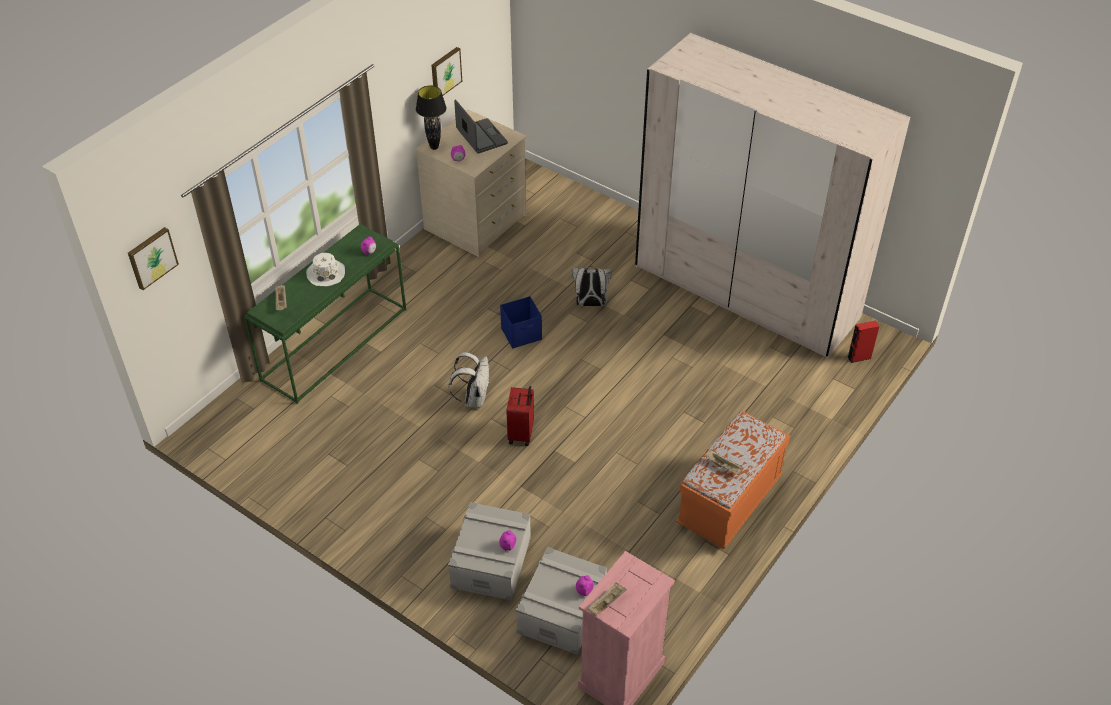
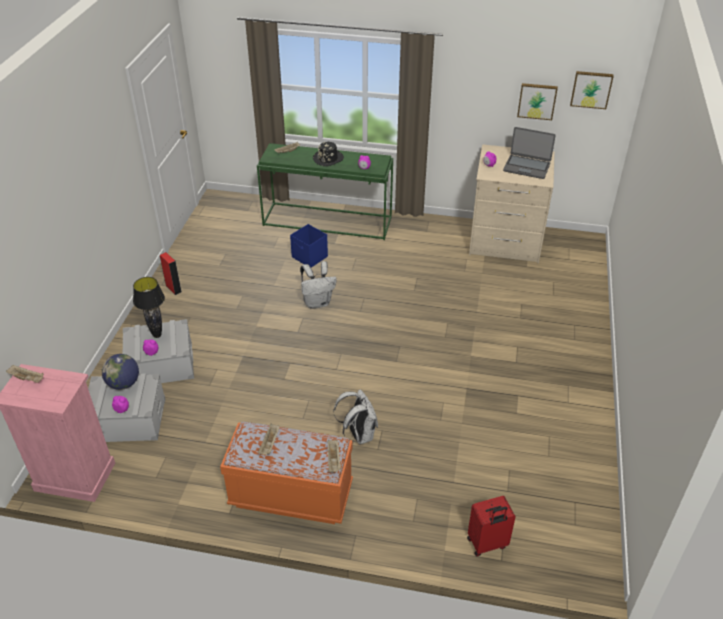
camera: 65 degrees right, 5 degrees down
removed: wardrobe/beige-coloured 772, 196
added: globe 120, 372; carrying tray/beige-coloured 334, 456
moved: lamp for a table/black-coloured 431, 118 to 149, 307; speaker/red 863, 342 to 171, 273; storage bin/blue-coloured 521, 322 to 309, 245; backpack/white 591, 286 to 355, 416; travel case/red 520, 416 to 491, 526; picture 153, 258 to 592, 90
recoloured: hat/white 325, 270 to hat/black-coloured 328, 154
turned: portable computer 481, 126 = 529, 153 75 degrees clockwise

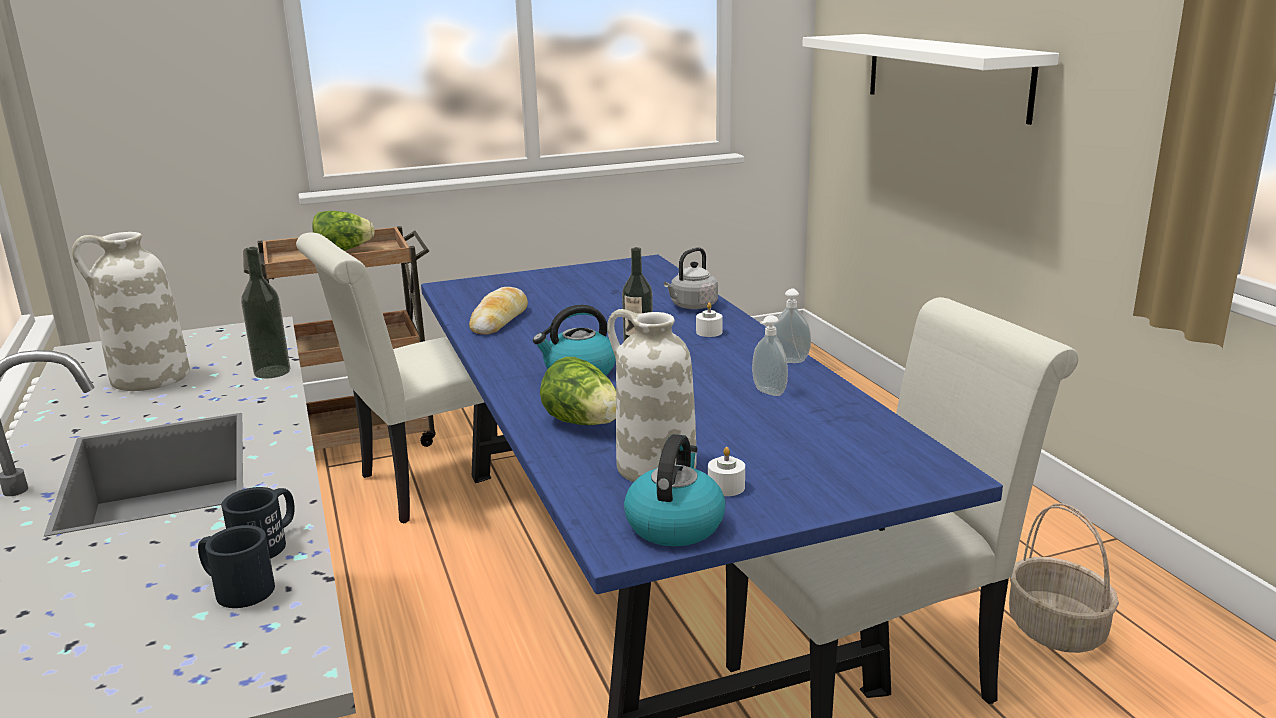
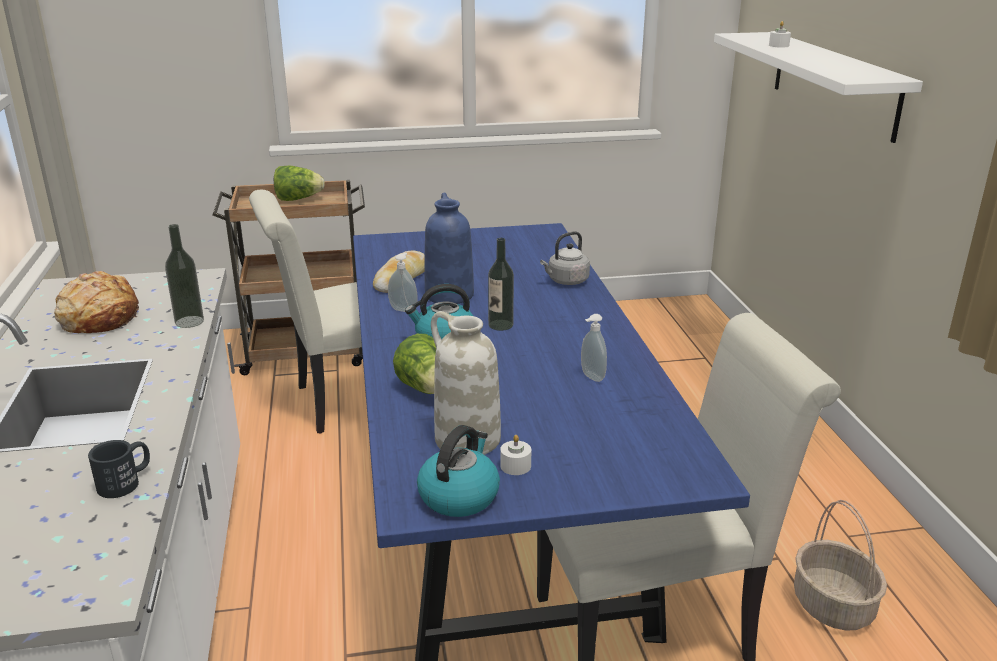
camera: 10 degrees right, 5 degrees up
removed: tea mug/black-coloured 236, 566
added: decorative vase/blue-coloured 449, 248
moved: soap dispenser 792, 325 to 403, 282; candle/white 709, 319 to 780, 34
replaced: decorative vase/white 131, 311 to baked bread 96, 302

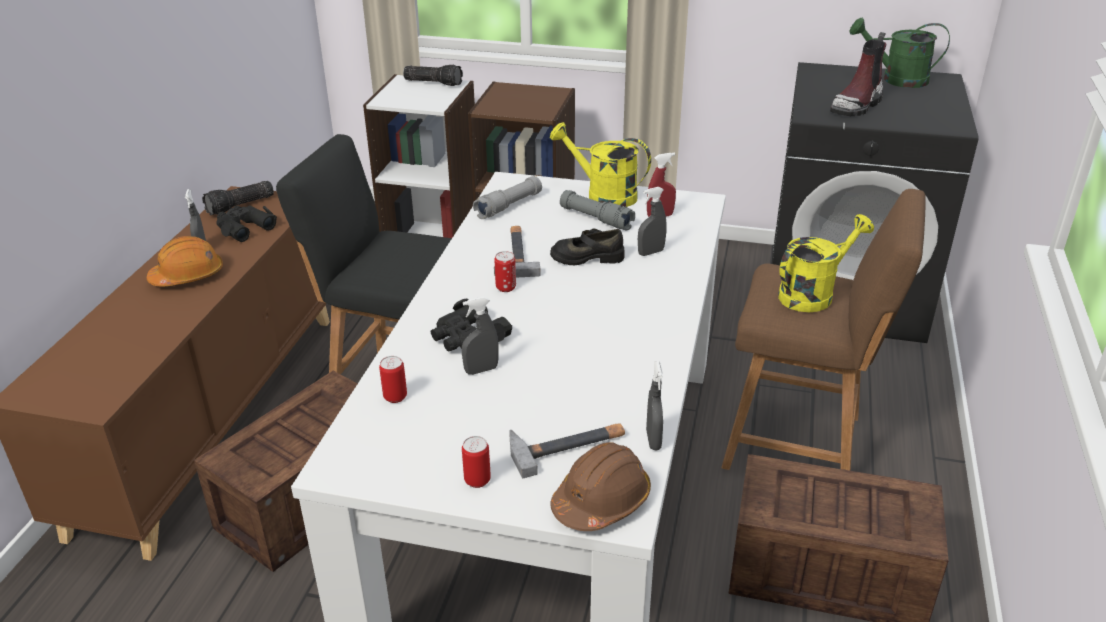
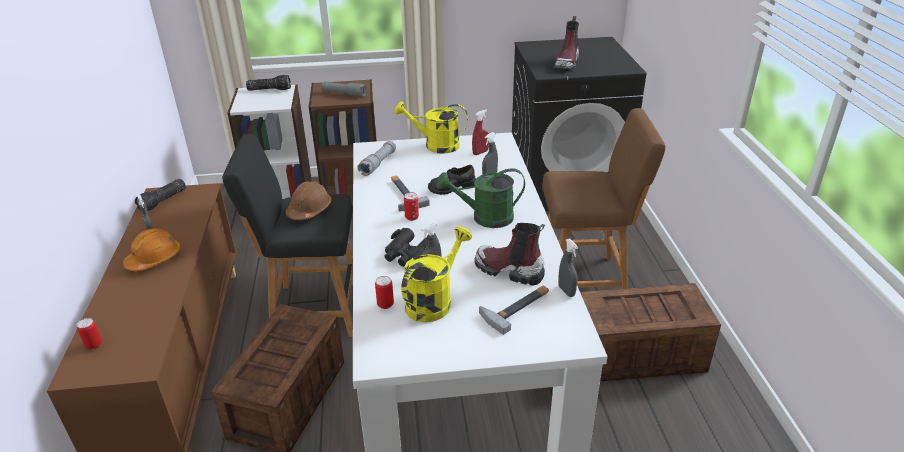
camera: 20 degrees left, 0 degrees up
removed: field glasses/black-coloured 246, 223
added: high-top boot 510, 254
moved: can 476, 462 to 89, 334; work helmet/brown-coloured 601, 486 to 308, 200; flashlight/gray 597, 210 to 344, 89; watering pot/yellow 826, 263 to 436, 274; watering pot/green-coloured 899, 53 to 480, 198

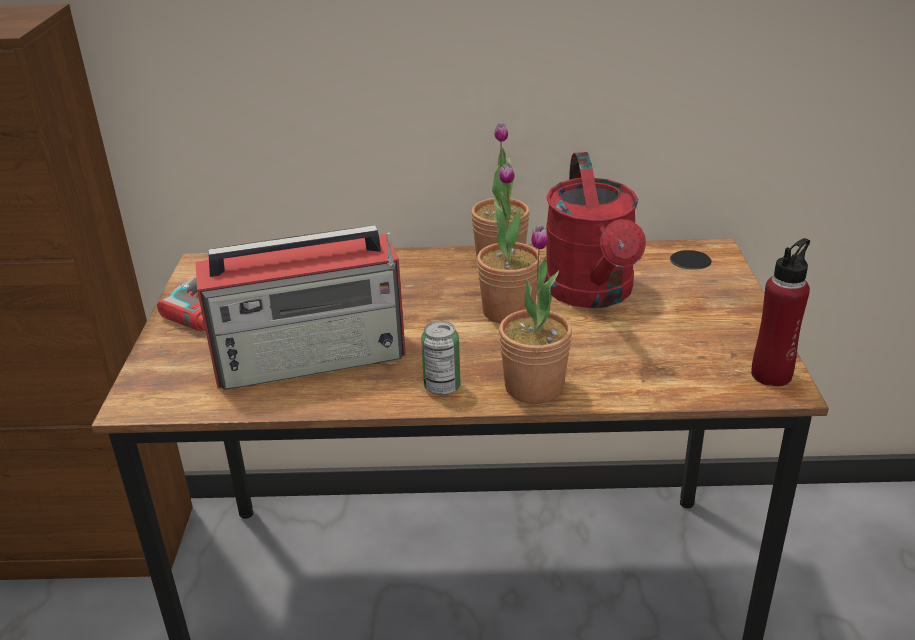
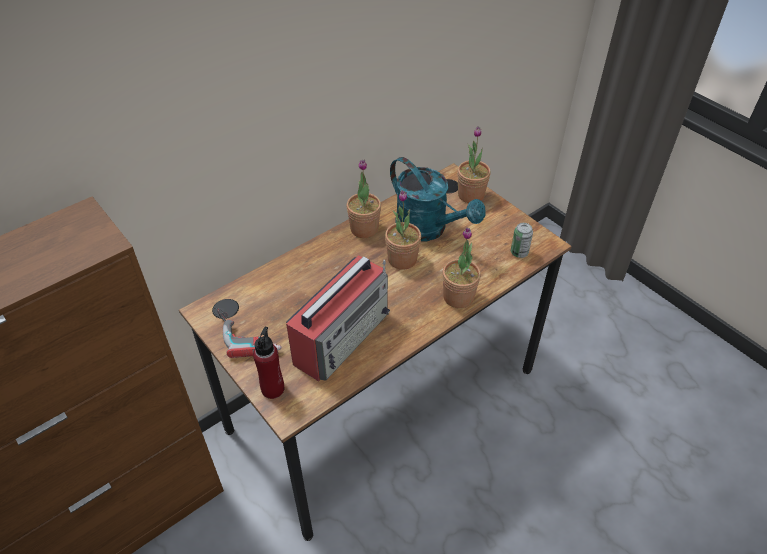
camera: 40 degrees left, 15 degrees up
added: houseplant 474, 164
moved: drink bottle/red 780, 312 to 268, 363; can 441, 358 to 522, 240
recoloured: watering pot/red 595, 230 to watering pot/blue-green 437, 199

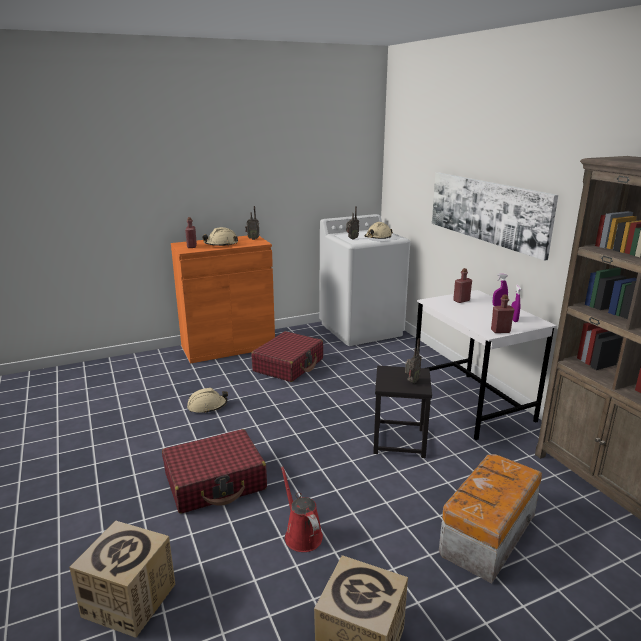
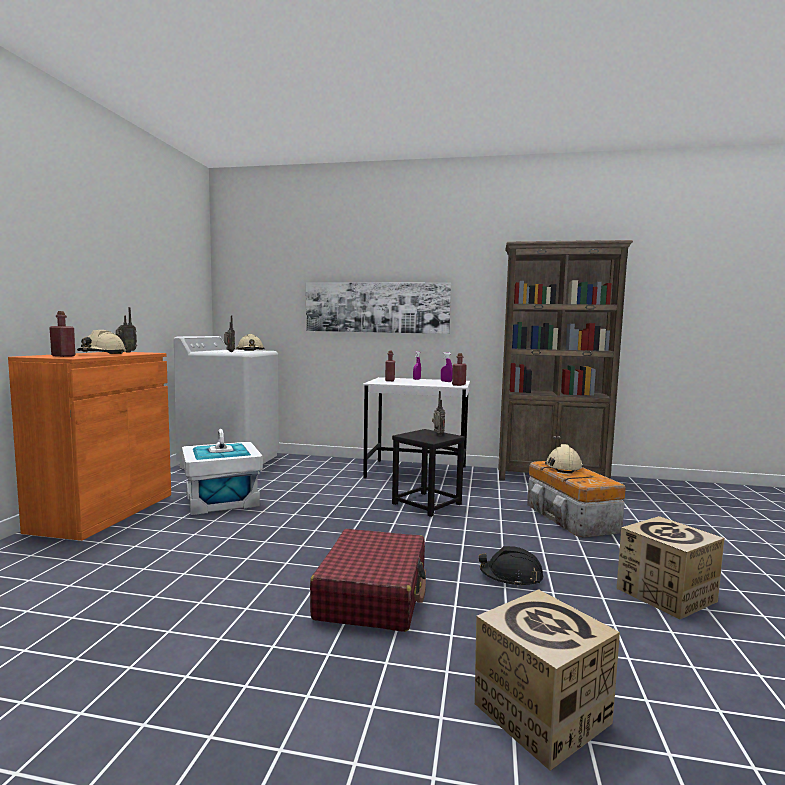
camera: 55 degrees left, 15 degrees down
moved: work helmet/beige-coloured 207, 401 to 564, 458
replaced: travel case/red 287, 356 to storage bin/white 222, 472; watering pot/red 302, 509 to work helmet/black-coloured 511, 566

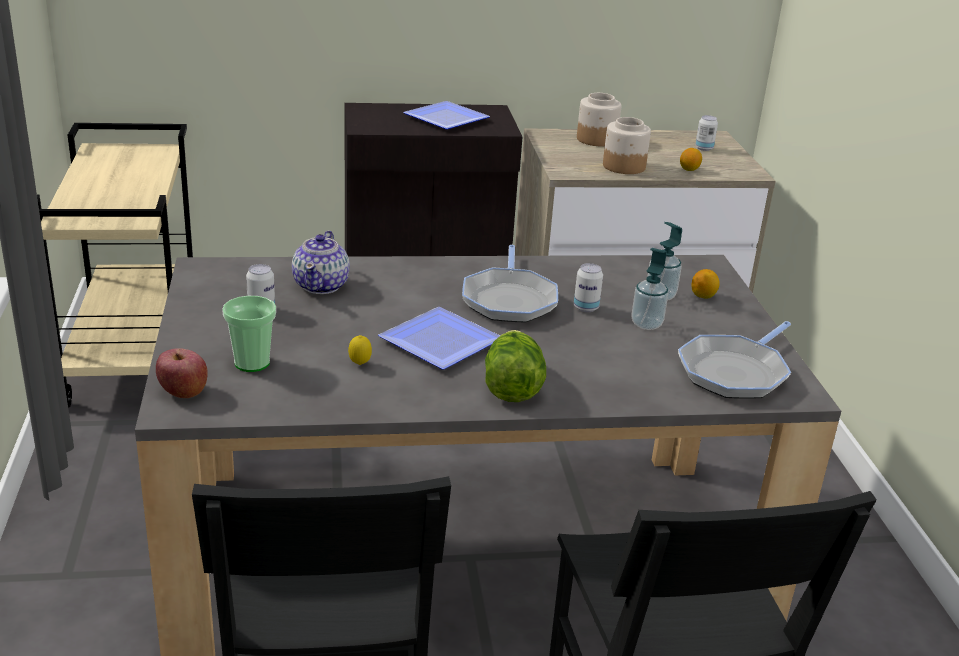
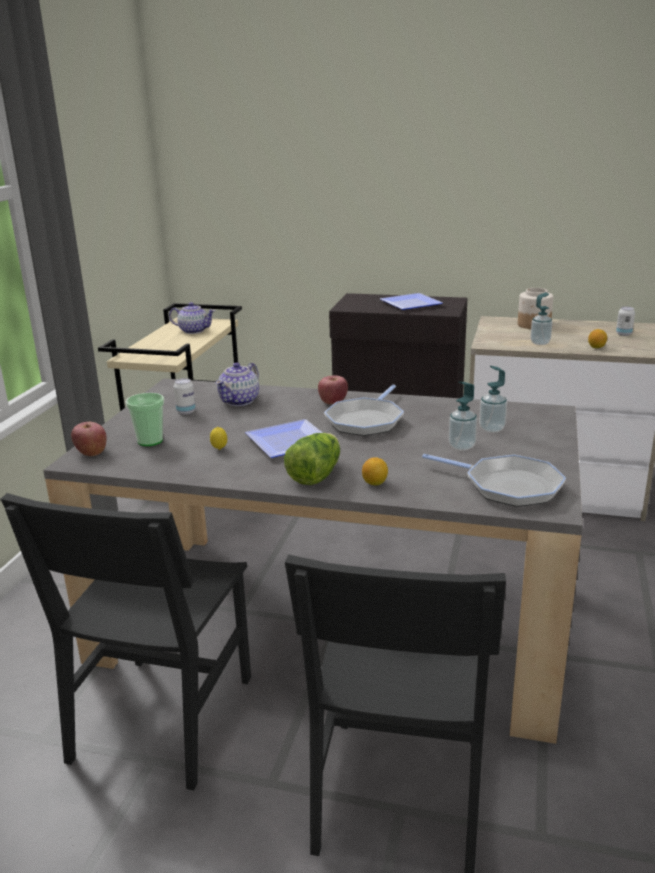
camera: 25 degrees right, 5 degrees down
removed: can 588, 287
added: tea pot 192, 318; whole apple 333, 389
moved: citrus fruit 705, 284 to 375, 471
replaced: storage jar 627, 145 to soap dispenser 541, 319
turned: pan 734, 360 = 494, 480 120 degrees counterclockwise

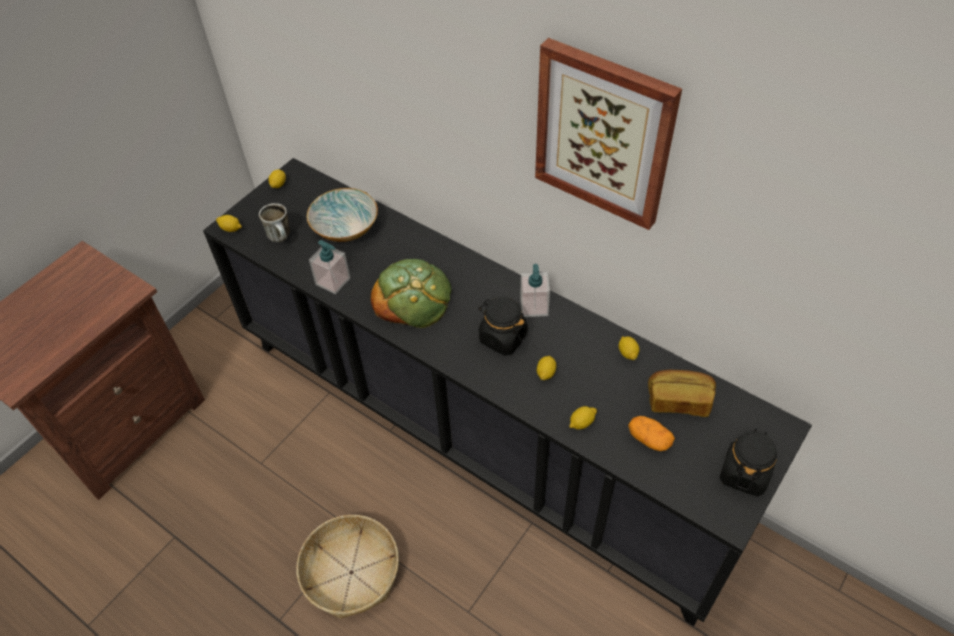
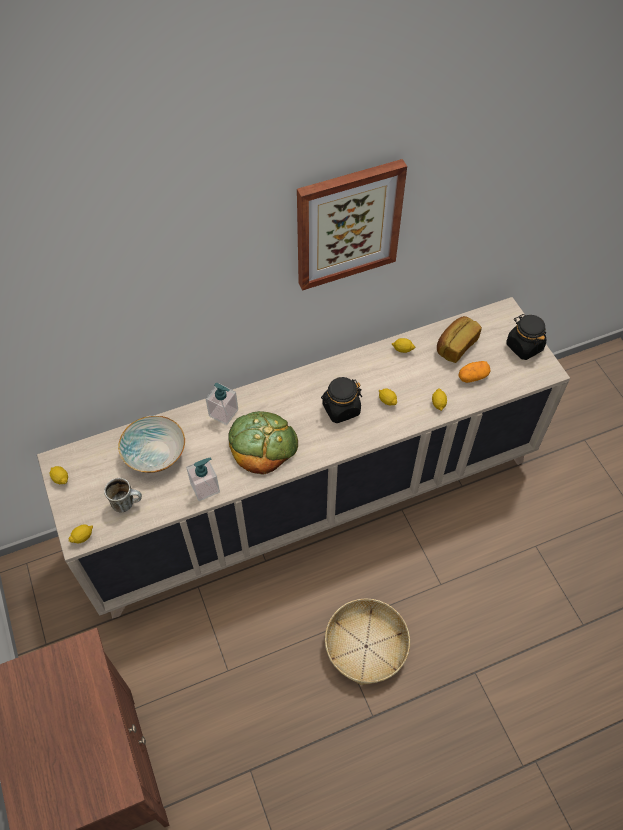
camera: 60 degrees left, 5 degrees up
moved: soap dispenser 535, 290 to 222, 404
recoloured: cupboard/black-coloured 507, 392 to cupboard/beige-coloured 303, 458

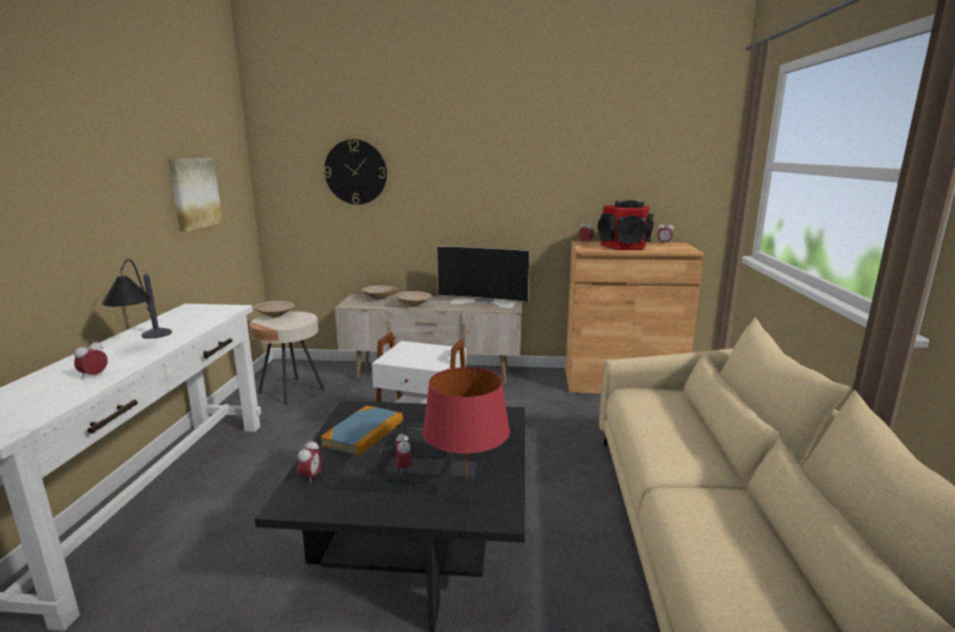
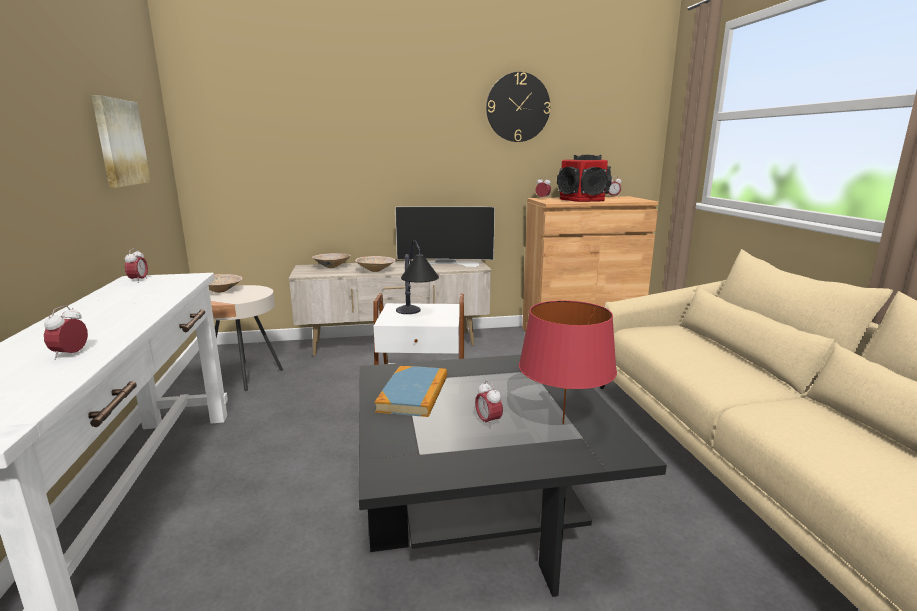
camera: 15 degrees left, 0 degrees up
moved: bedside clock 309, 461 to 136, 265; lamp for a table 137, 299 to 417, 277; hanging clock 355, 172 to 518, 107

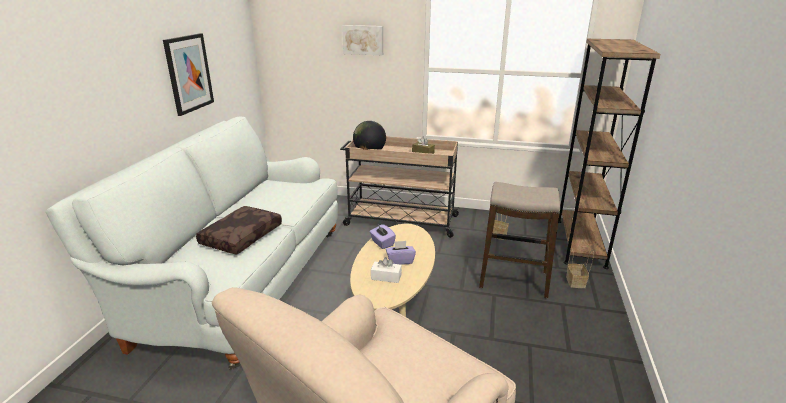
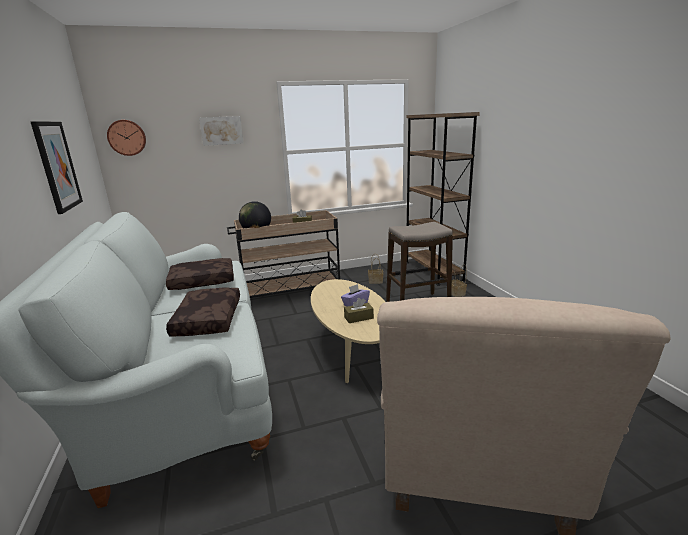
camera: 30 degrees left, 5 degrees down
removed: box of tissues/purple-coloured 383, 236
added: hanging clock 126, 138; pillow/brown-coloured 200, 274
recoloured: box of tissues/white 386, 270 to box of tissues/brown-coloured 359, 310

